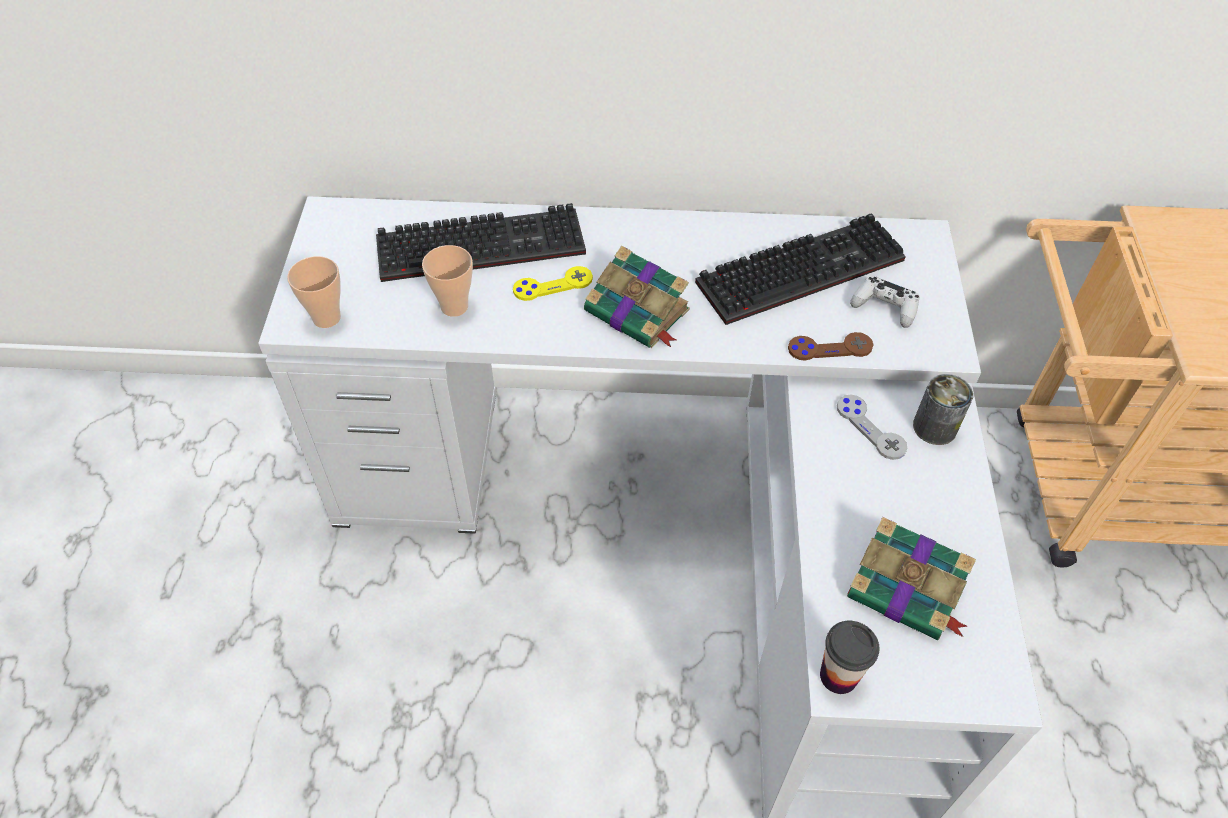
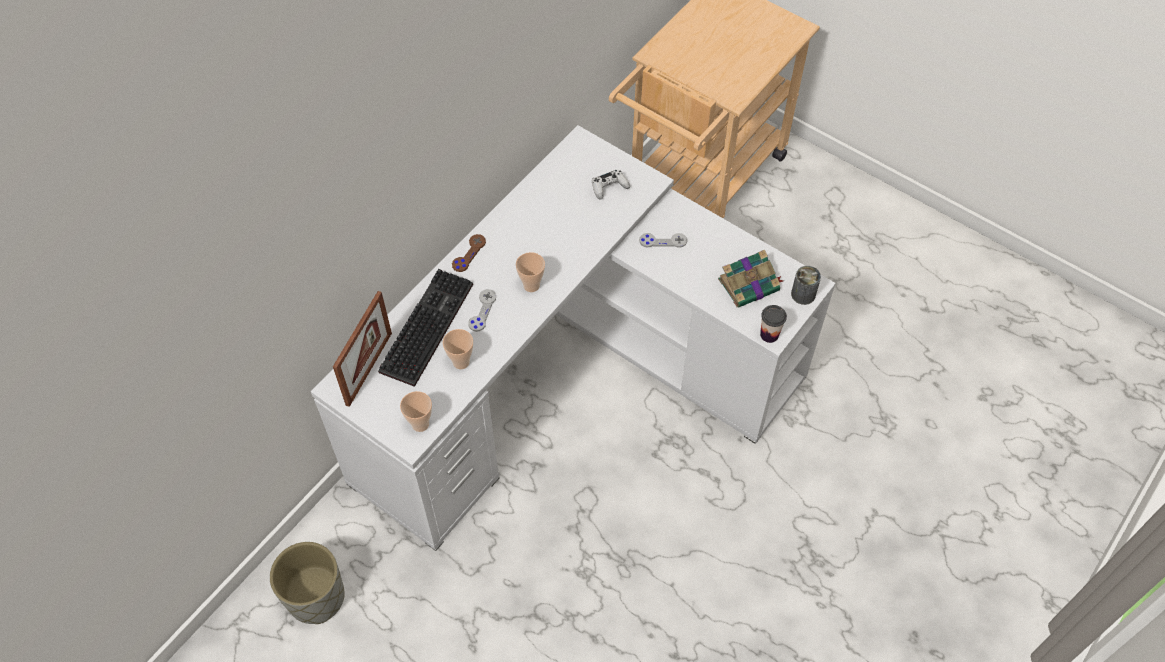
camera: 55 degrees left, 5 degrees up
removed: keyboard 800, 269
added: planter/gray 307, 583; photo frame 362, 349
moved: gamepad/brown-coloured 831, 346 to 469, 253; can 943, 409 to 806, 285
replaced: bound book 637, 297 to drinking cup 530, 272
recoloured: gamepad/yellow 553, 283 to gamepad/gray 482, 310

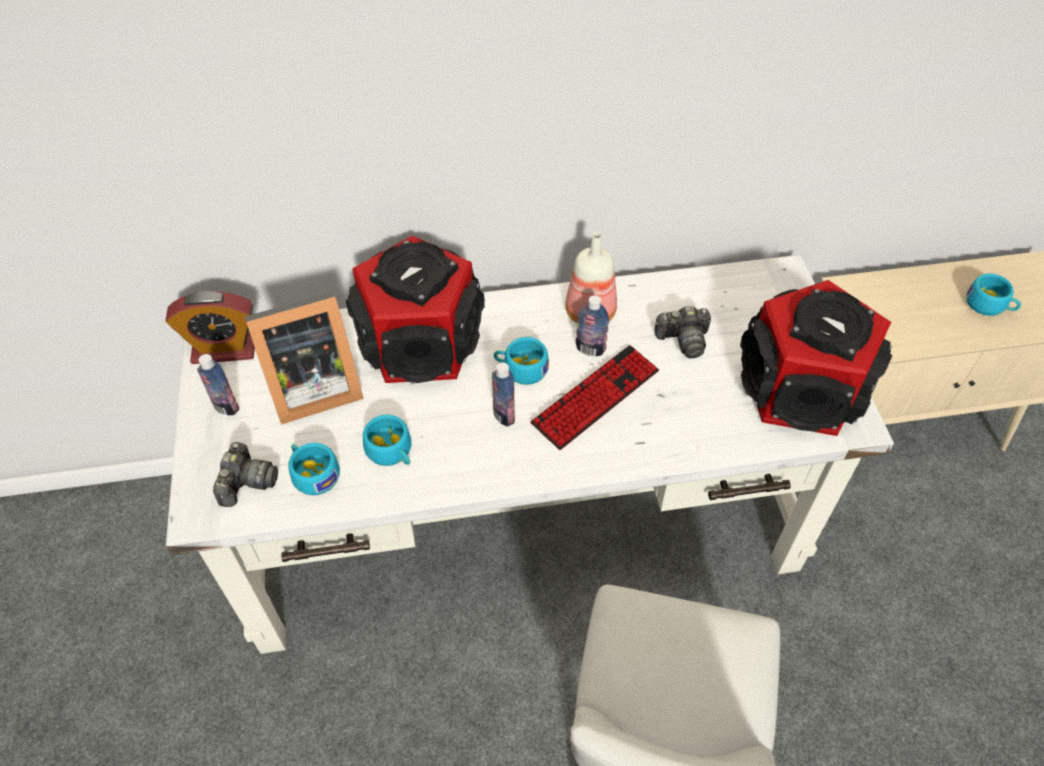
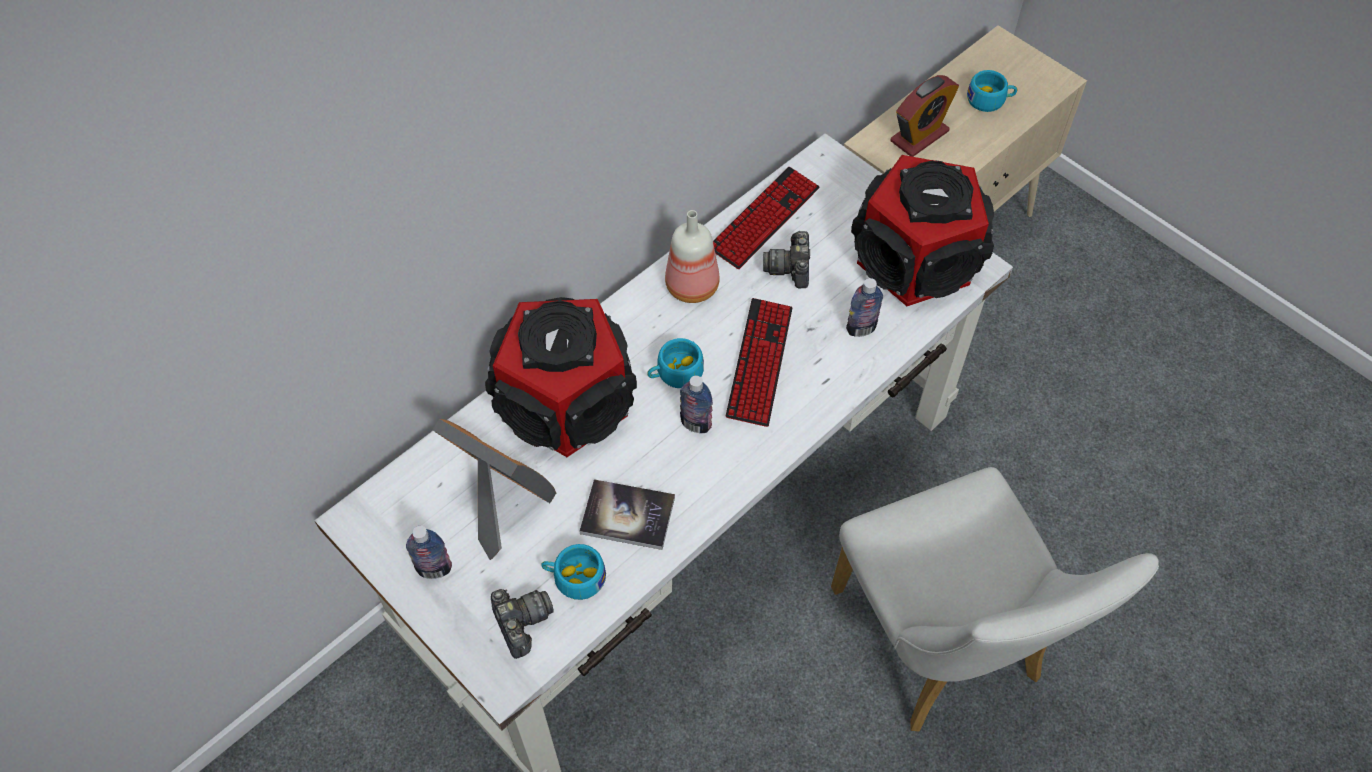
camera: 35 degrees left, 5 degrees up
added: keyboard 766, 218
moved: drink bottle 592, 325 to 864, 307; bedside clock 210, 327 to 924, 116
replaced: drinking cup/blue-green 387, 440 to bound book 627, 514
turned: photo frame 304, 358 = 494, 489 90 degrees counterclockwise; still camera 682, 332 = 786, 260 135 degrees clockwise

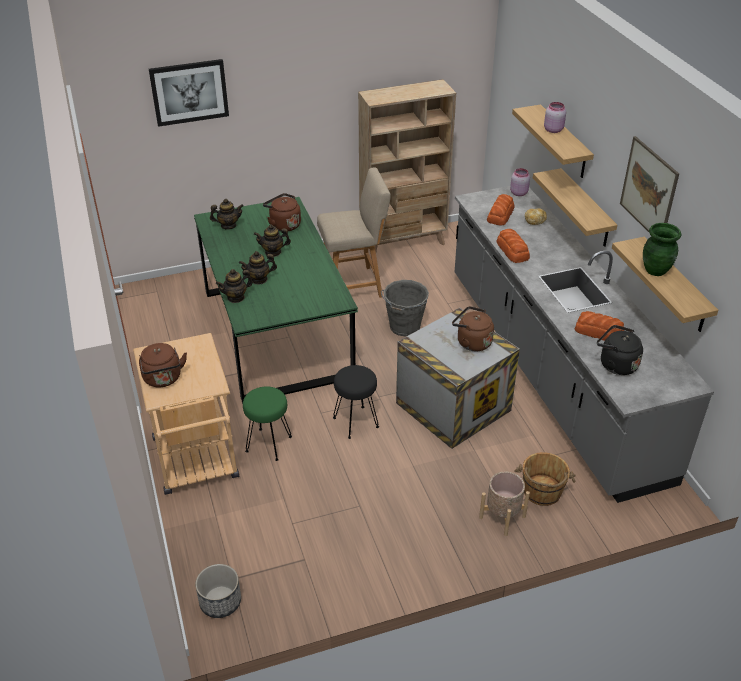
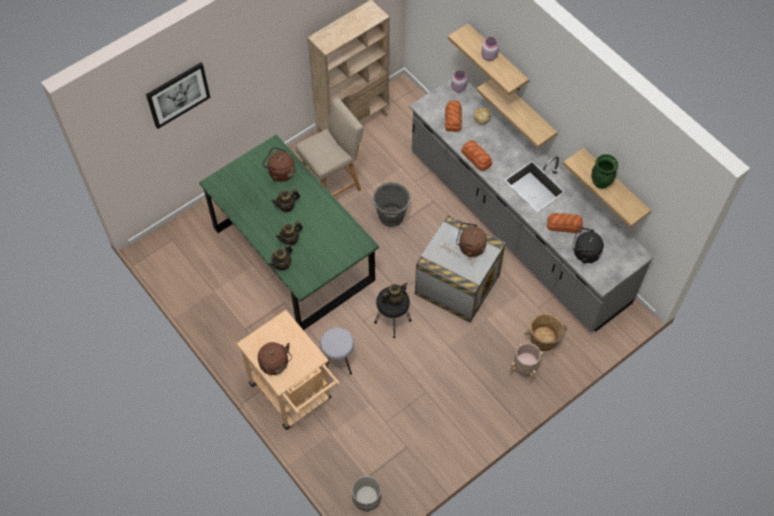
camera: 20 degrees left, 20 degrees up
removed: picture 649, 184
moved: tea pot 226, 214 to 394, 294
recoloured: sitting stool/green-coloured 267, 423 to sitting stool/gray 337, 351

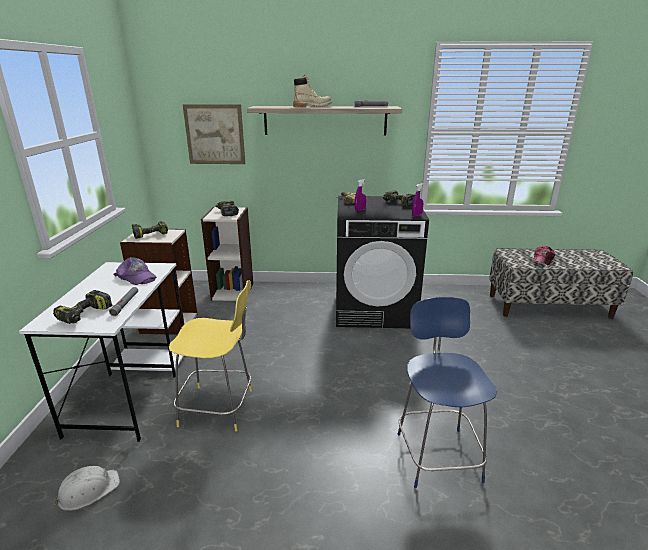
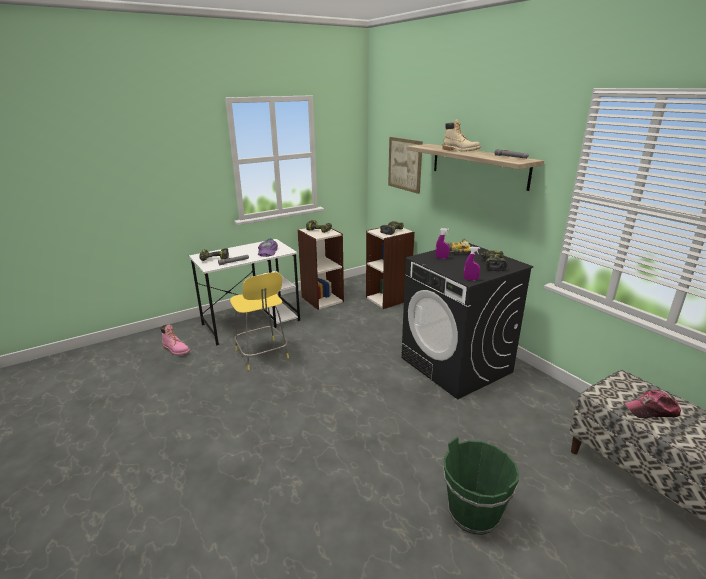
camera: 55 degrees right, 0 degrees up
removed: sitting stool/blue-coloured 447, 392
added: bucket/green-coloured 481, 486
replaced: work helmet/white 86, 488 to high-top boot/pinkish 175, 339

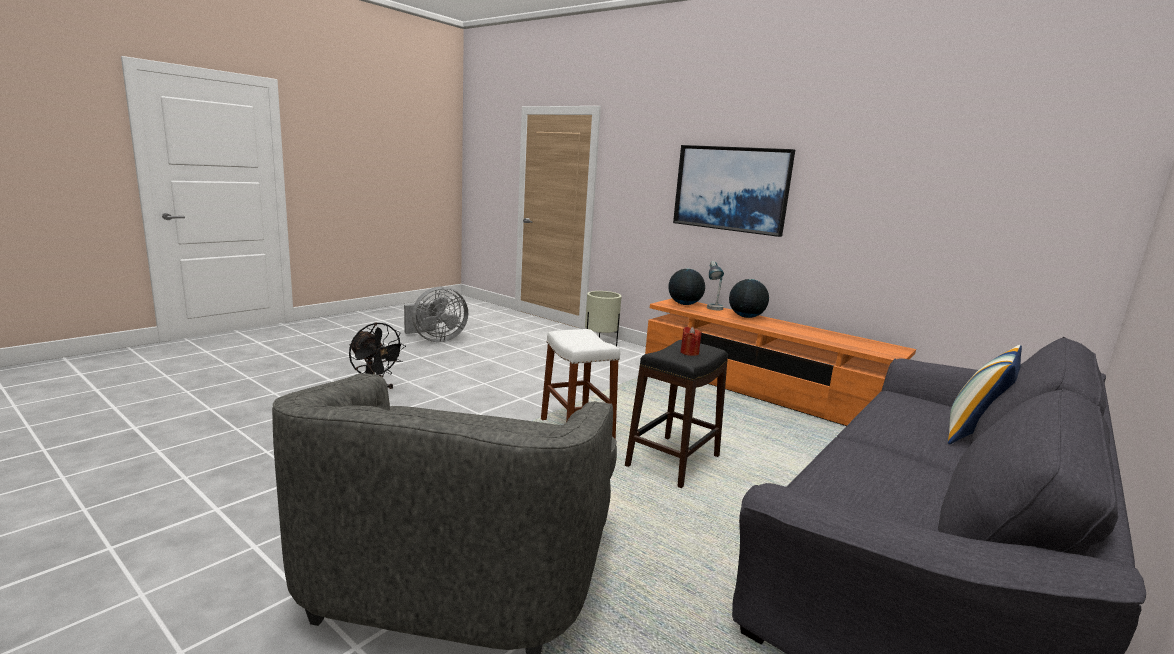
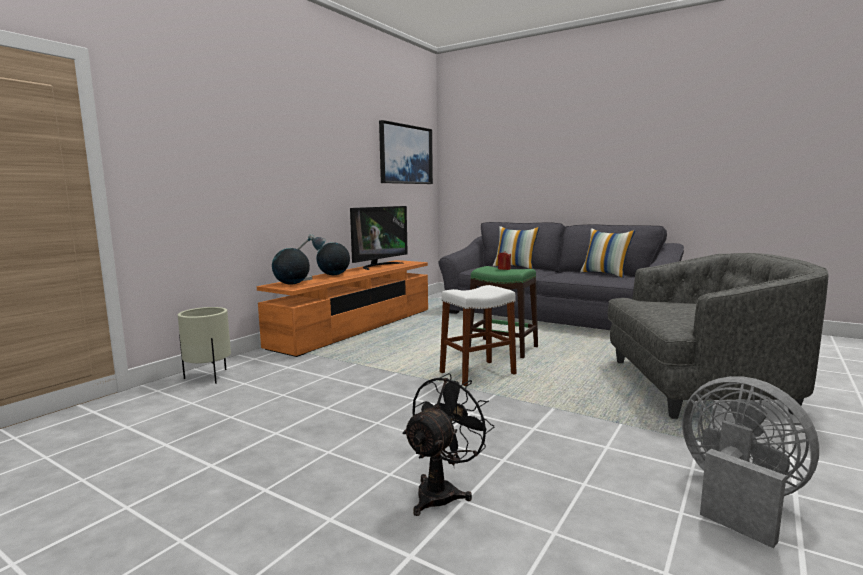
camera: 95 degrees left, 5 degrees down
added: television 379, 238; pillow 607, 253
moved: picture 734, 191 to 406, 152; cooling fan/gray 436, 314 to 750, 462
recoloured: sitting stool/black-coloured 676, 414 to sitting stool/green-coloured 503, 312

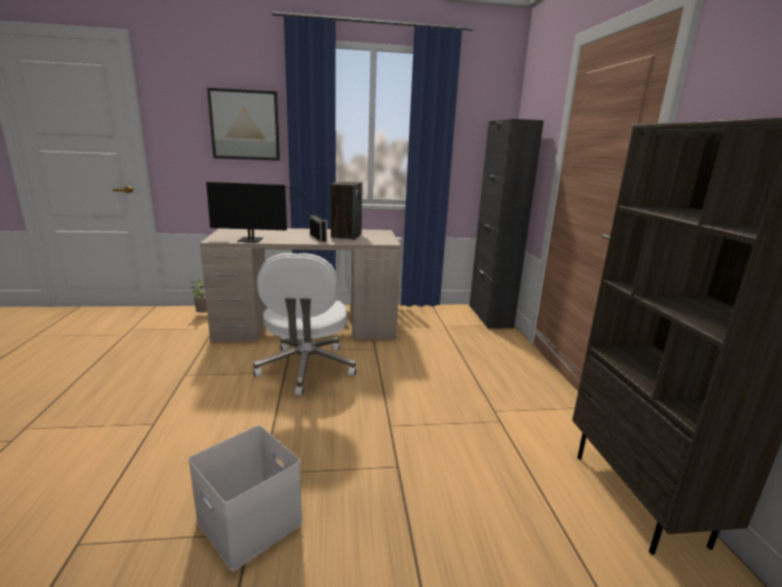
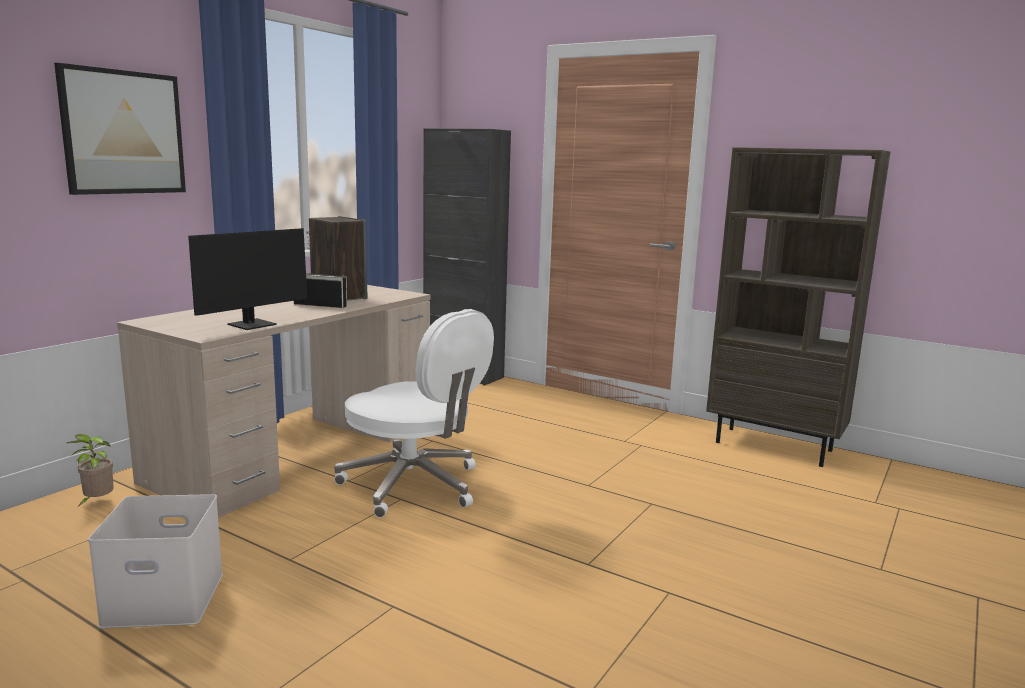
camera: 50 degrees left, 5 degrees down
moved: storage bin/white 245, 498 to 155, 561

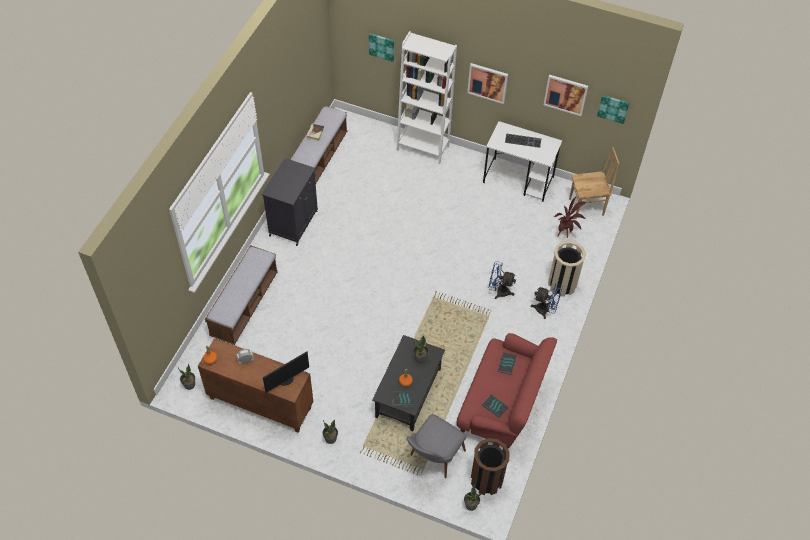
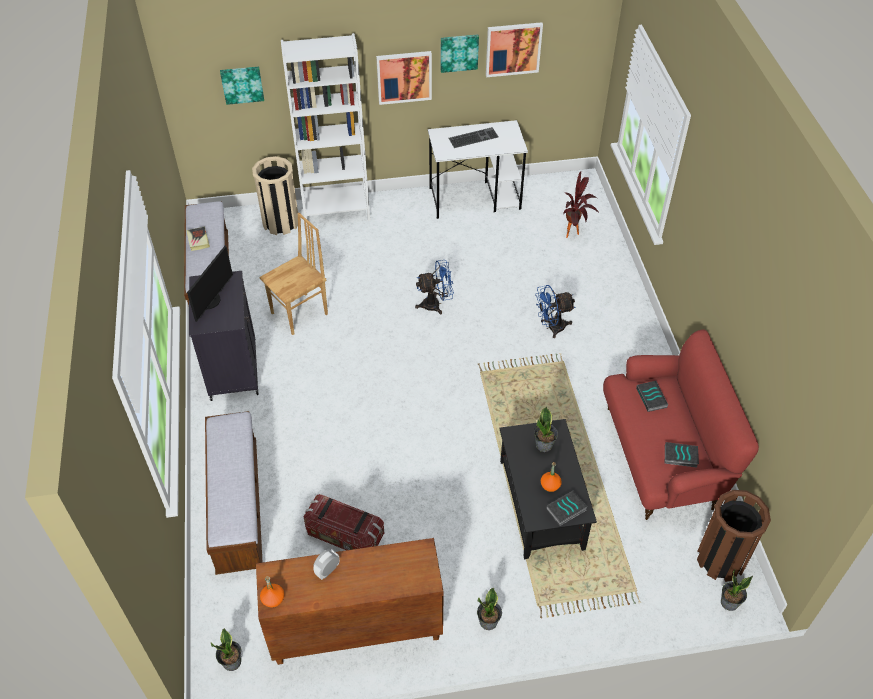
camera: 30 degrees left, 5 degrees down
removed: chair/gray 436, 446
added: storage bin 344, 522
moved: computer screen 286, 372 to 210, 283; trash can/beige-coloured 567, 269 to 275, 195; chair/brown-coloured 594, 183 to 294, 274; cooling fan/blue-coloured 547, 301 to 434, 287; picture 613, 109 to 460, 53

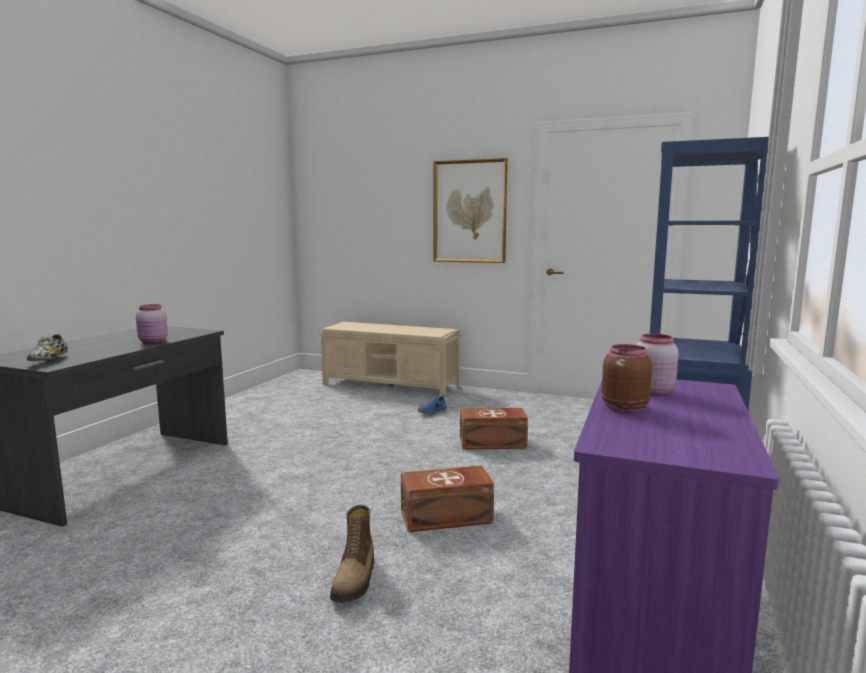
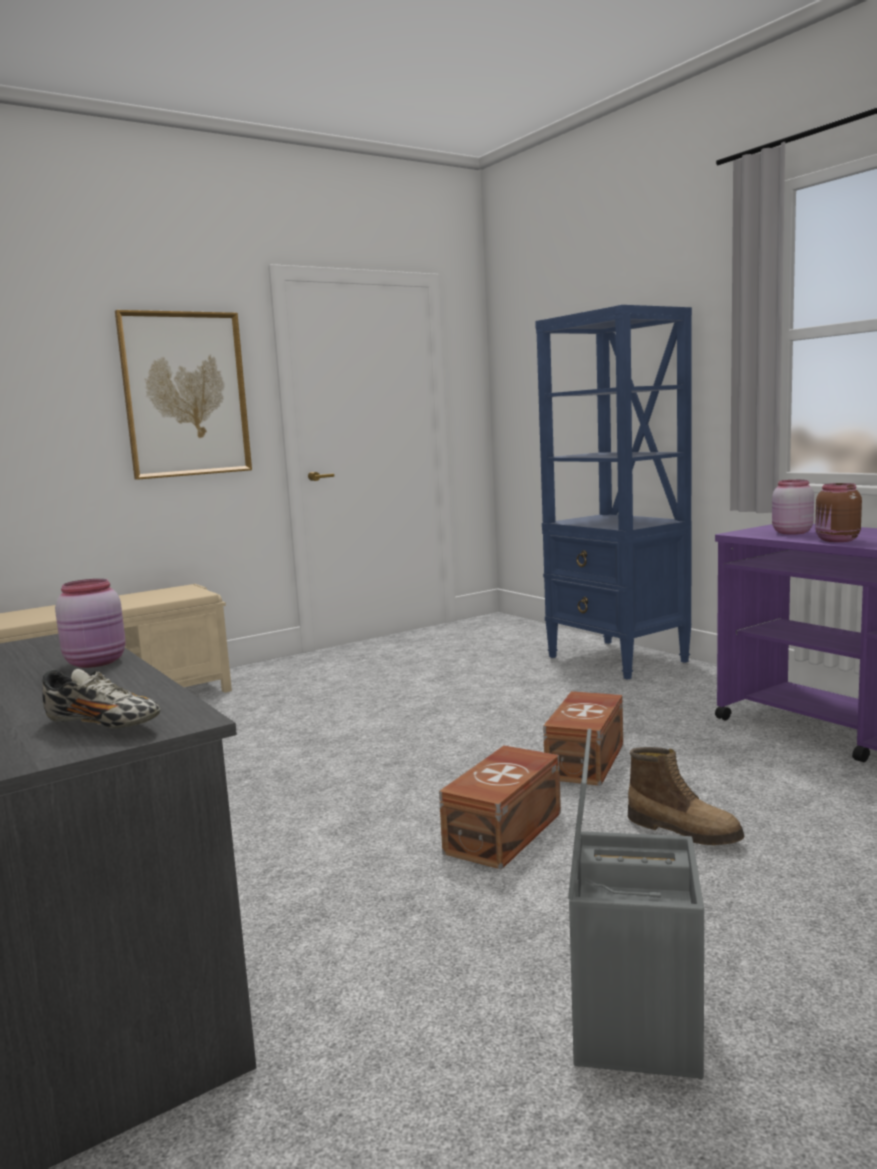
camera: 55 degrees left, 0 degrees up
removed: low shoe/blue-coloured 432, 405
added: storage bin/gray 636, 904
moved: storage bin/brown-coloured 494, 429 to 500, 807

